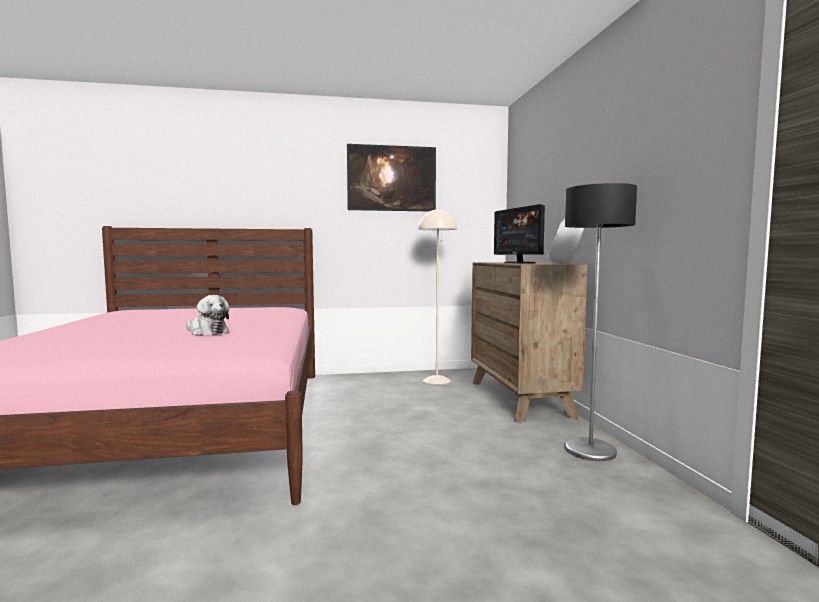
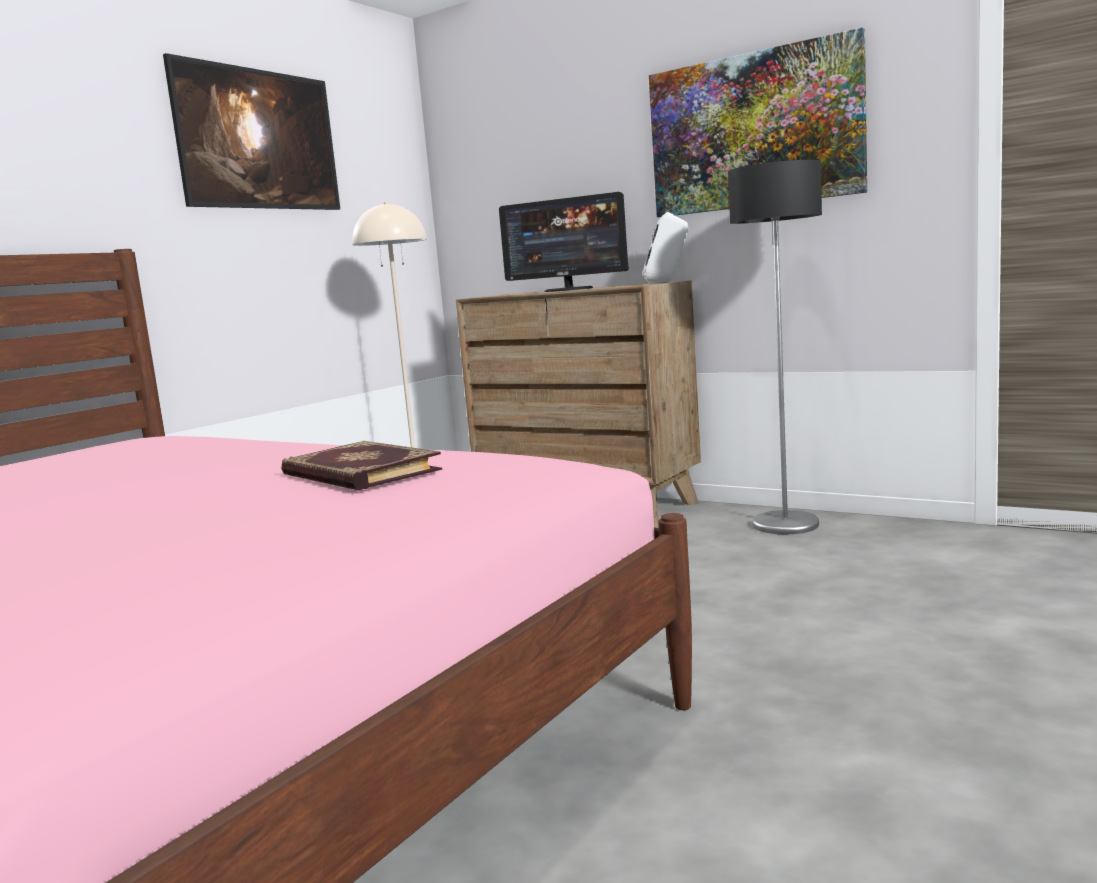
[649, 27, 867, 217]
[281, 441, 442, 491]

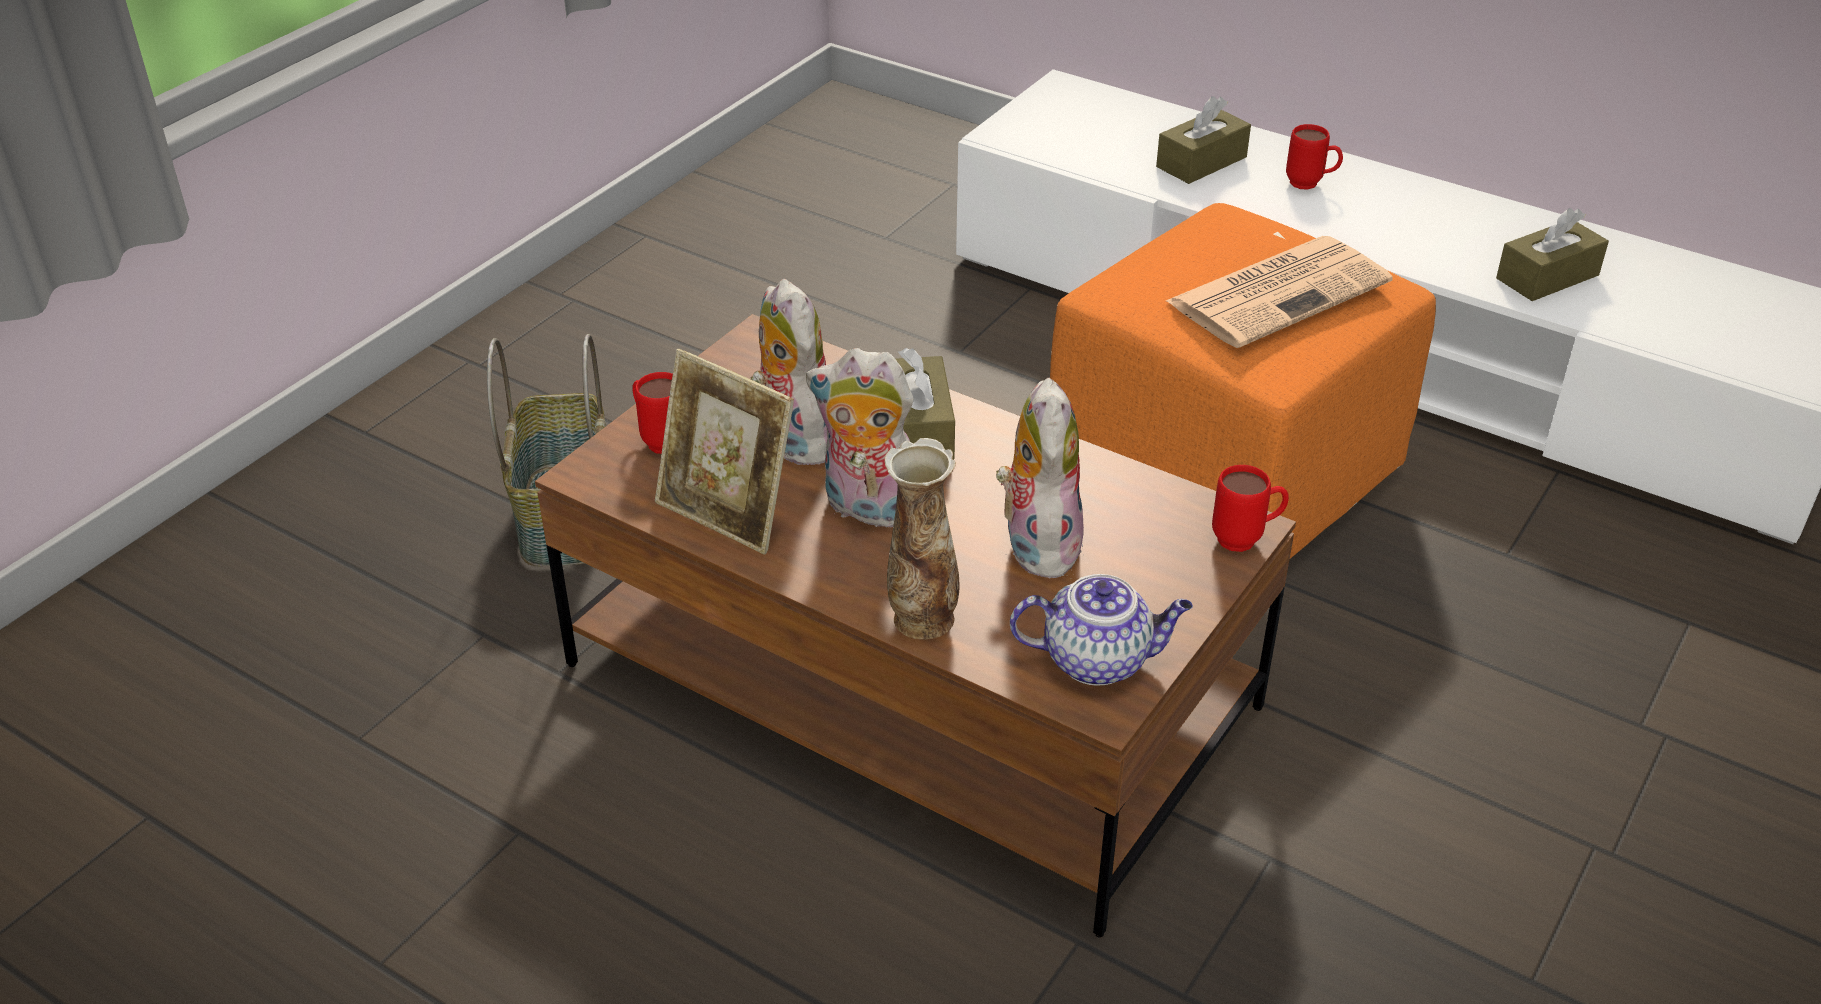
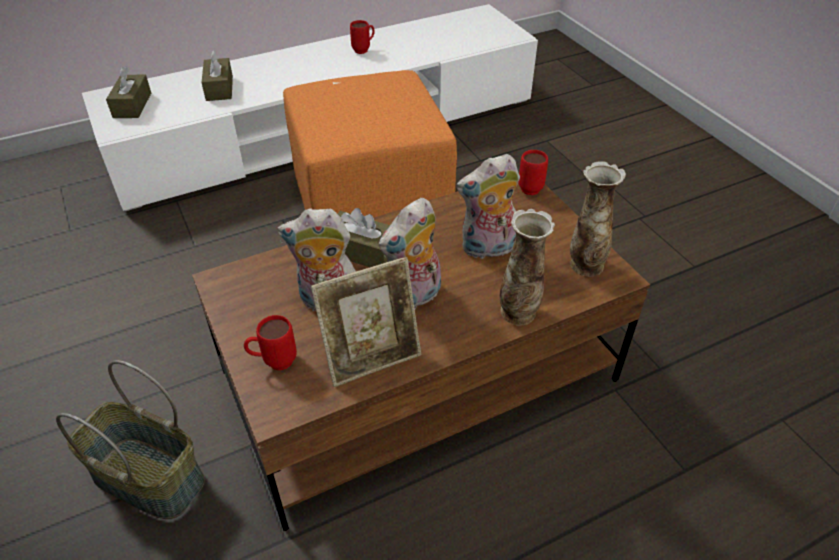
[1166, 236, 1393, 348] (first image)
[350, 20, 375, 54]
[106, 66, 151, 118]
[570, 161, 626, 277]
[456, 154, 520, 259]

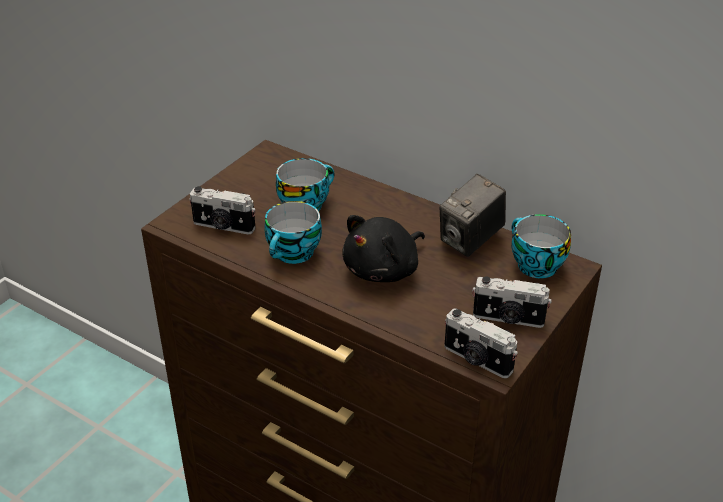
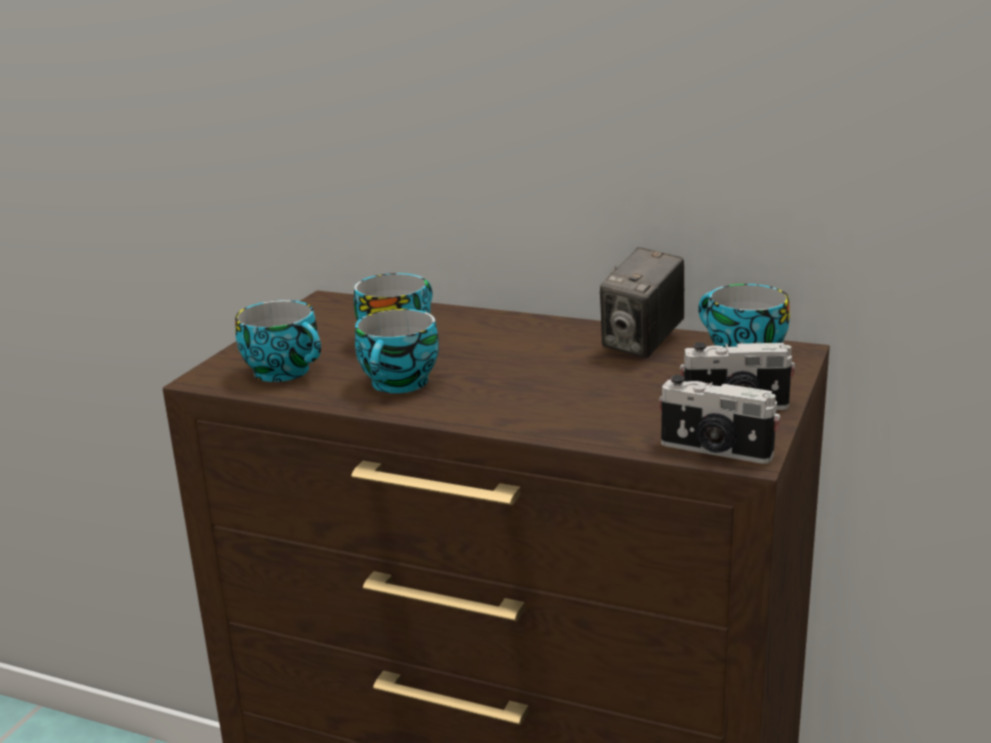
[342, 215, 425, 282] (first image)
[235, 300, 321, 382]

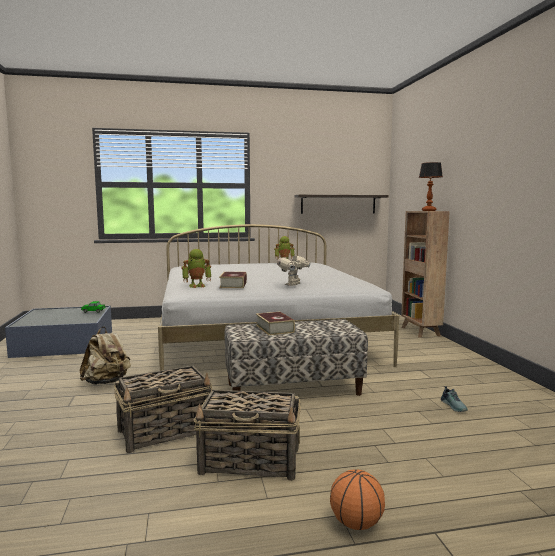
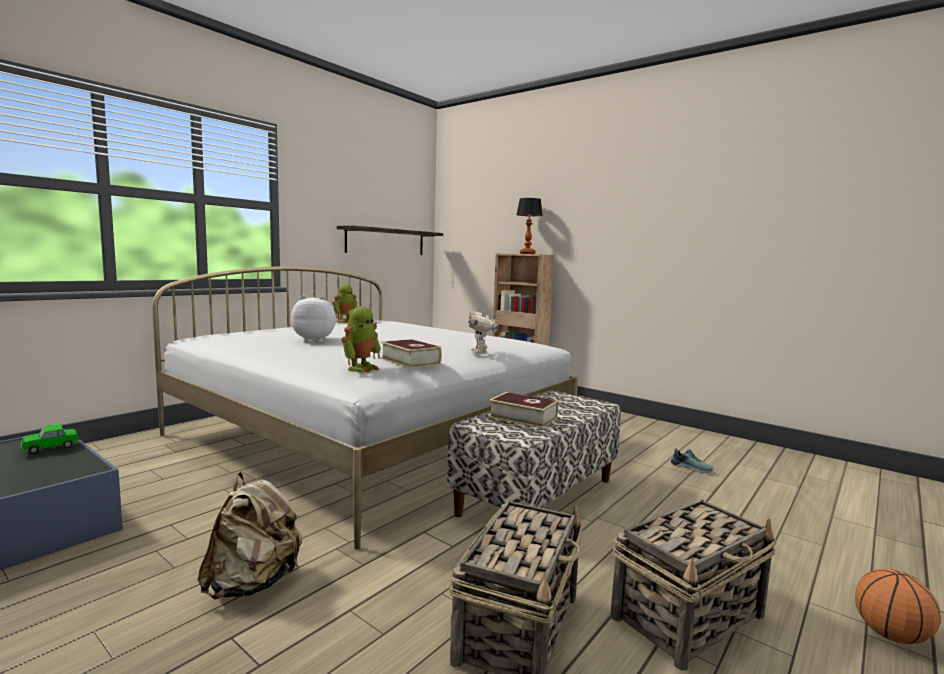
[291, 295, 336, 342]

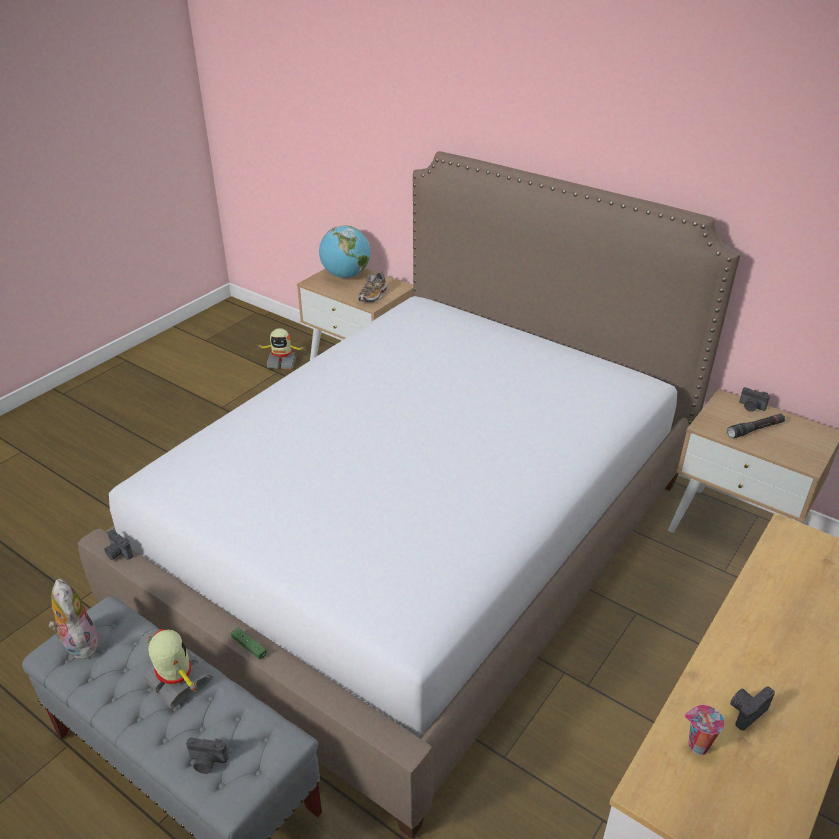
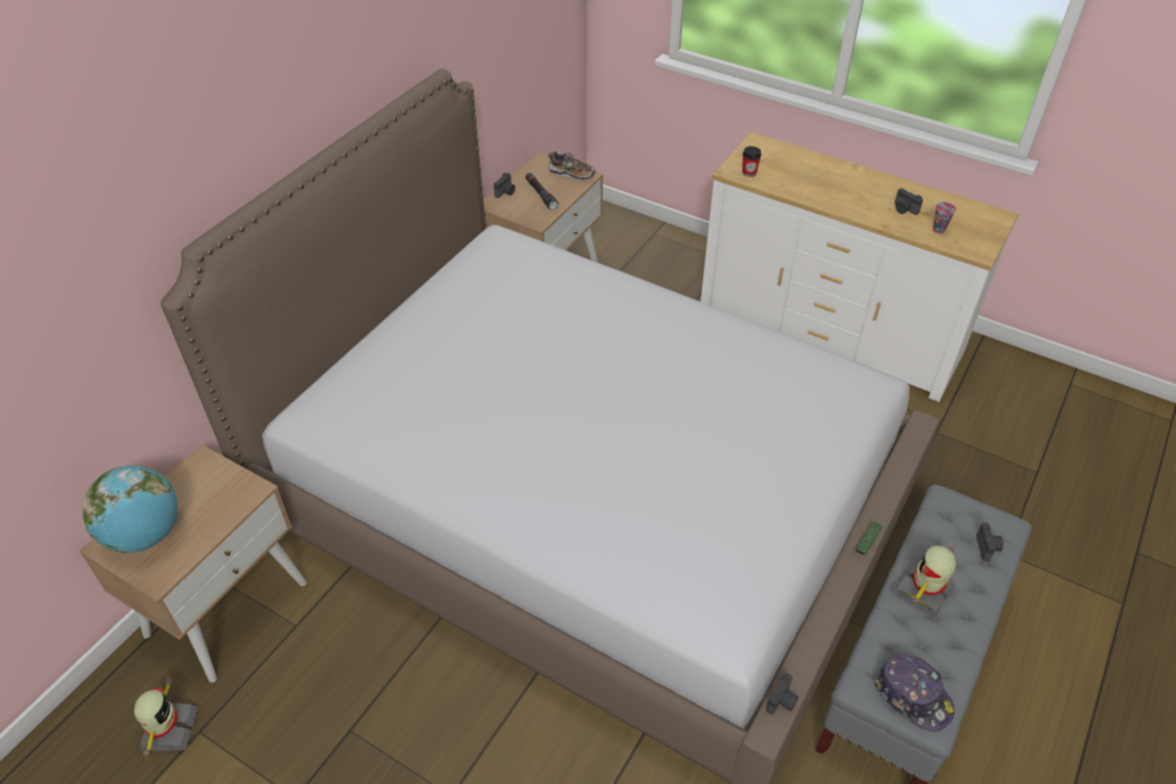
[742, 146, 761, 177]
[548, 151, 595, 180]
[874, 653, 955, 732]

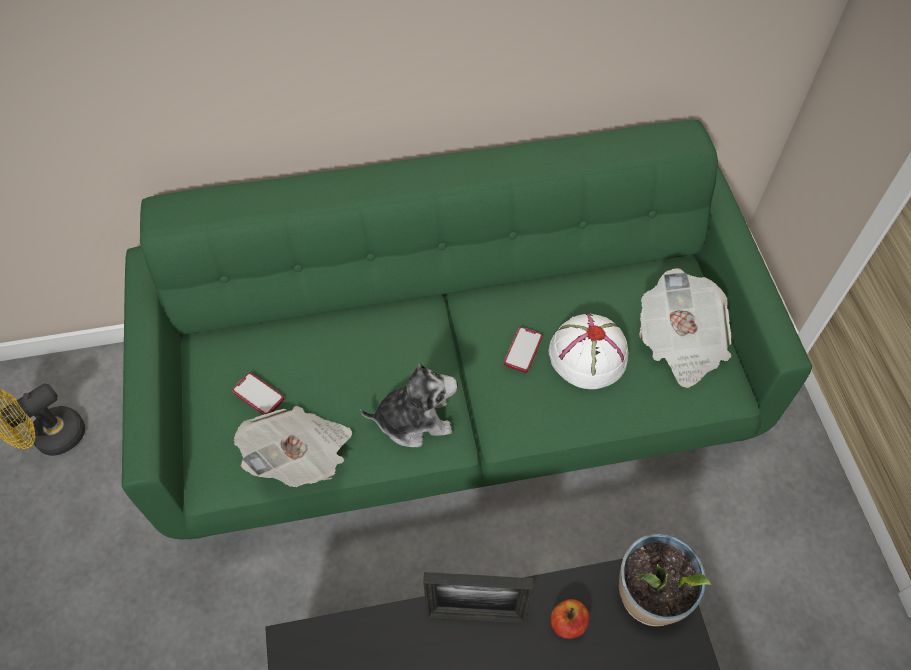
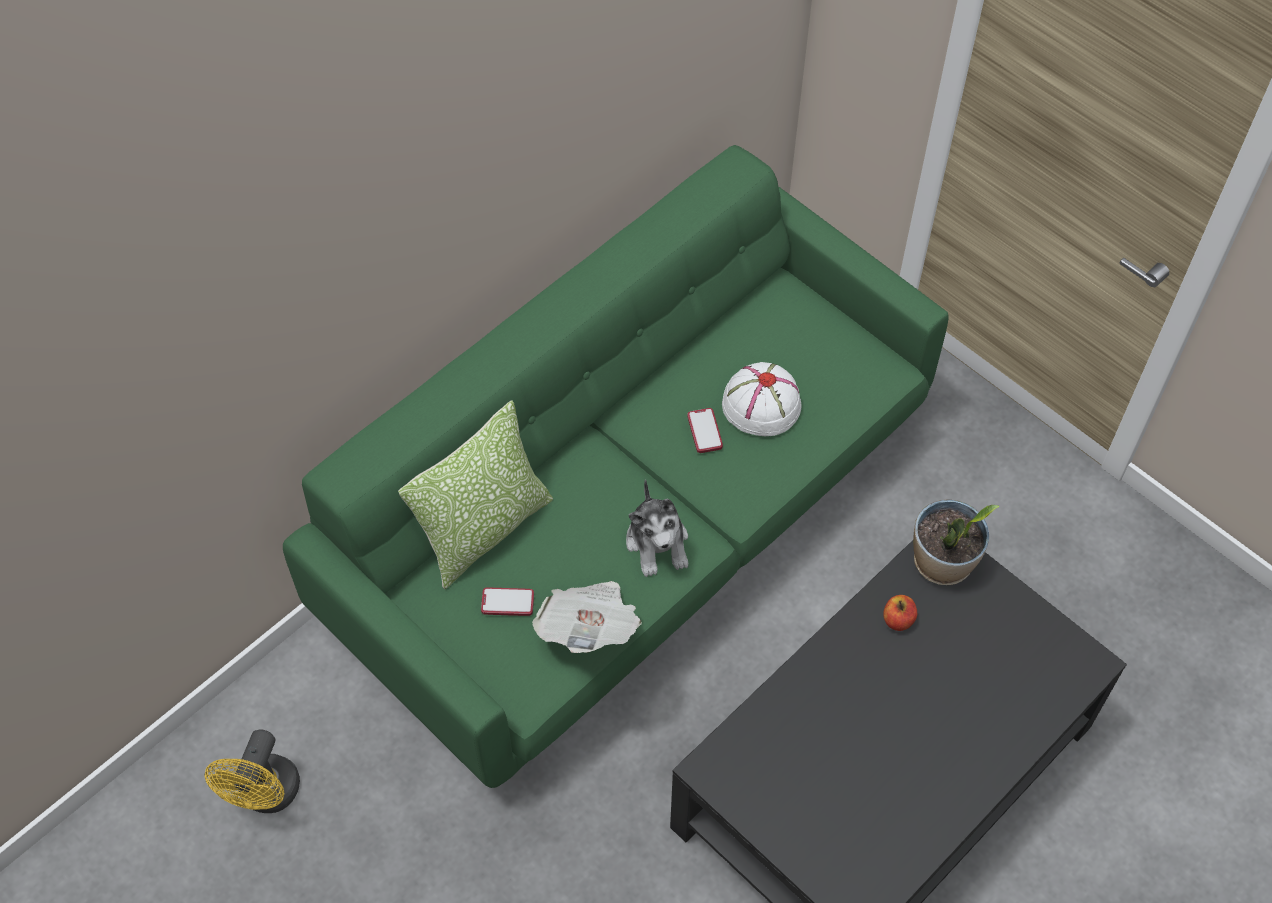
[423, 572, 533, 623] (first image)
[639, 268, 731, 388] (first image)
[398, 400, 553, 589]
[626, 479, 688, 577]

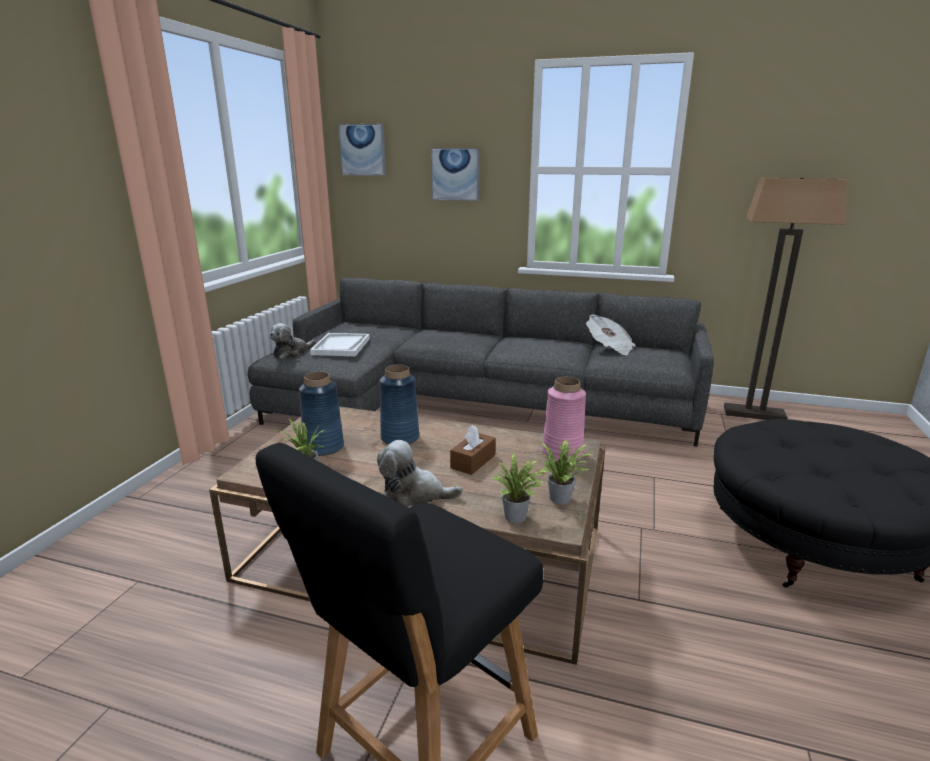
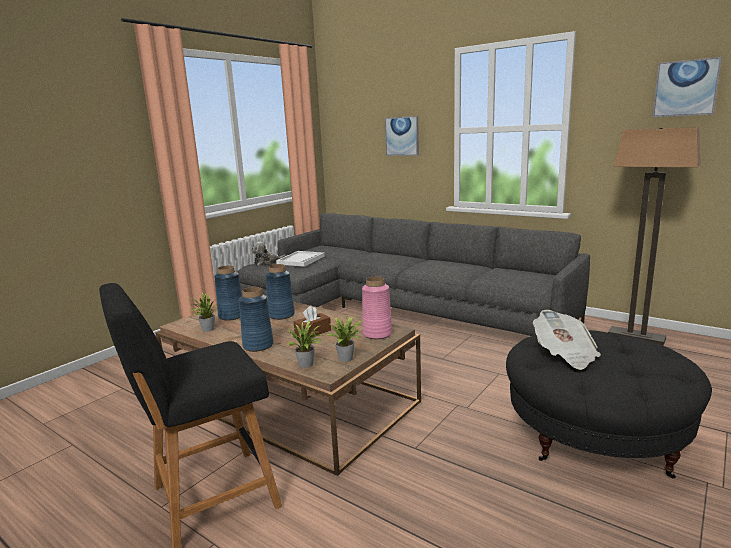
[653, 57, 722, 117]
[533, 310, 601, 370]
[239, 287, 274, 352]

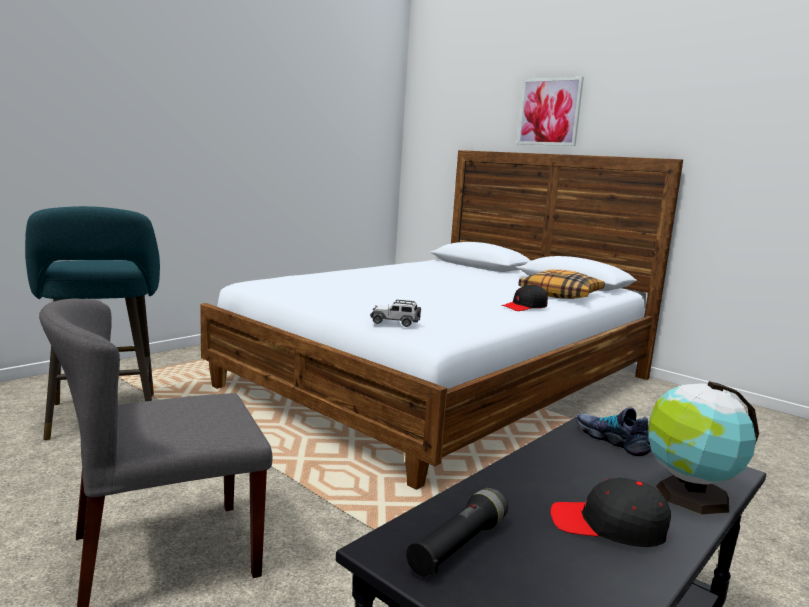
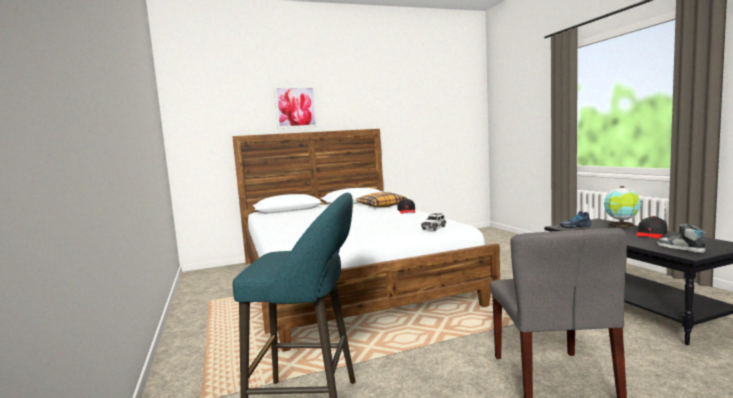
[657, 224, 706, 253]

